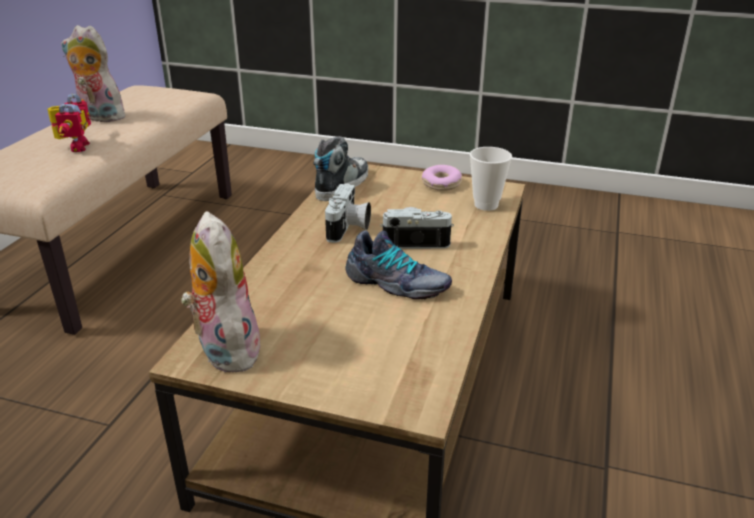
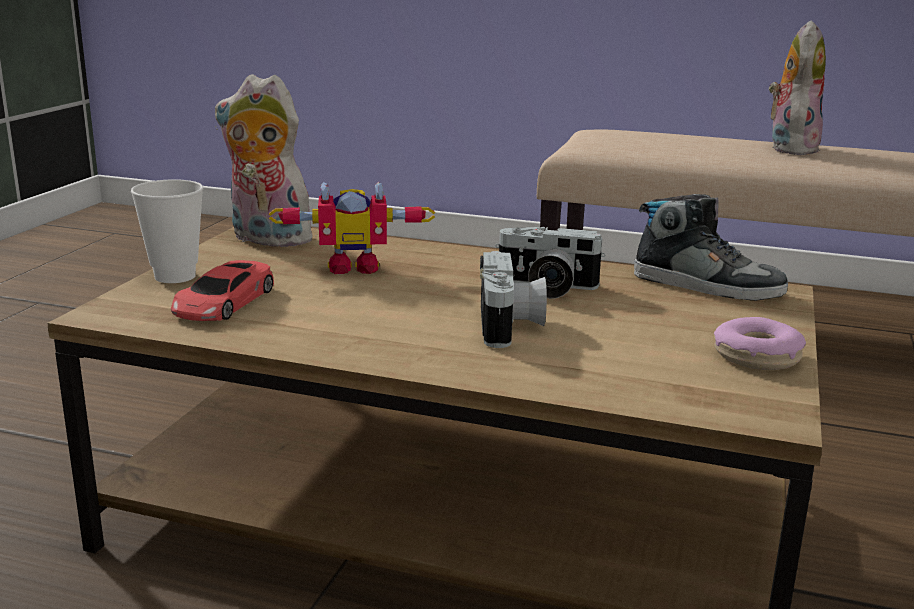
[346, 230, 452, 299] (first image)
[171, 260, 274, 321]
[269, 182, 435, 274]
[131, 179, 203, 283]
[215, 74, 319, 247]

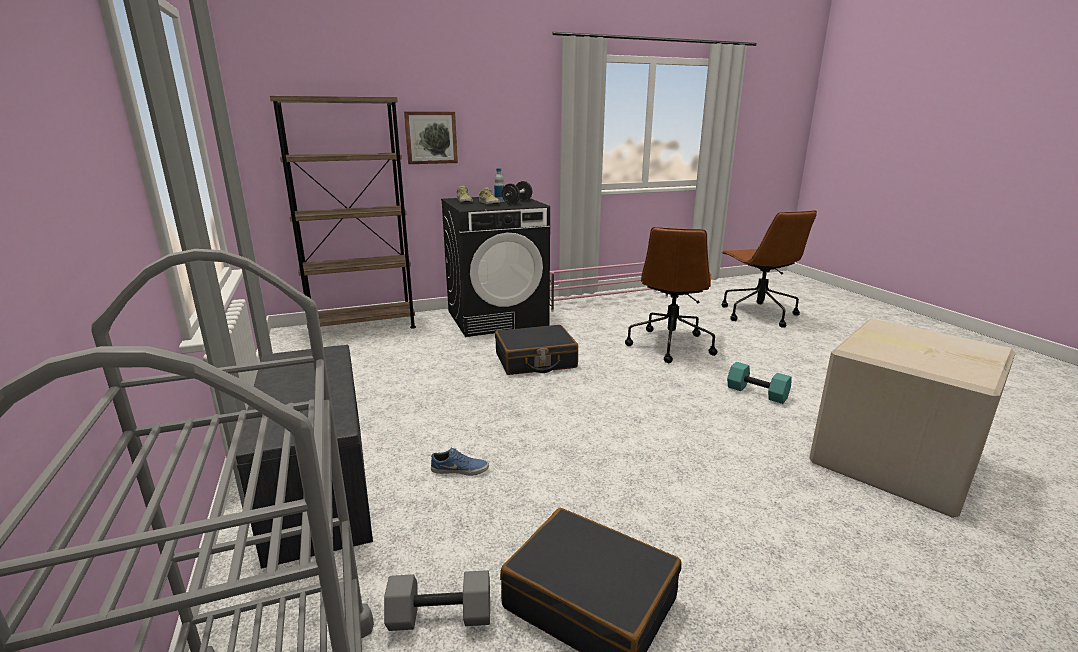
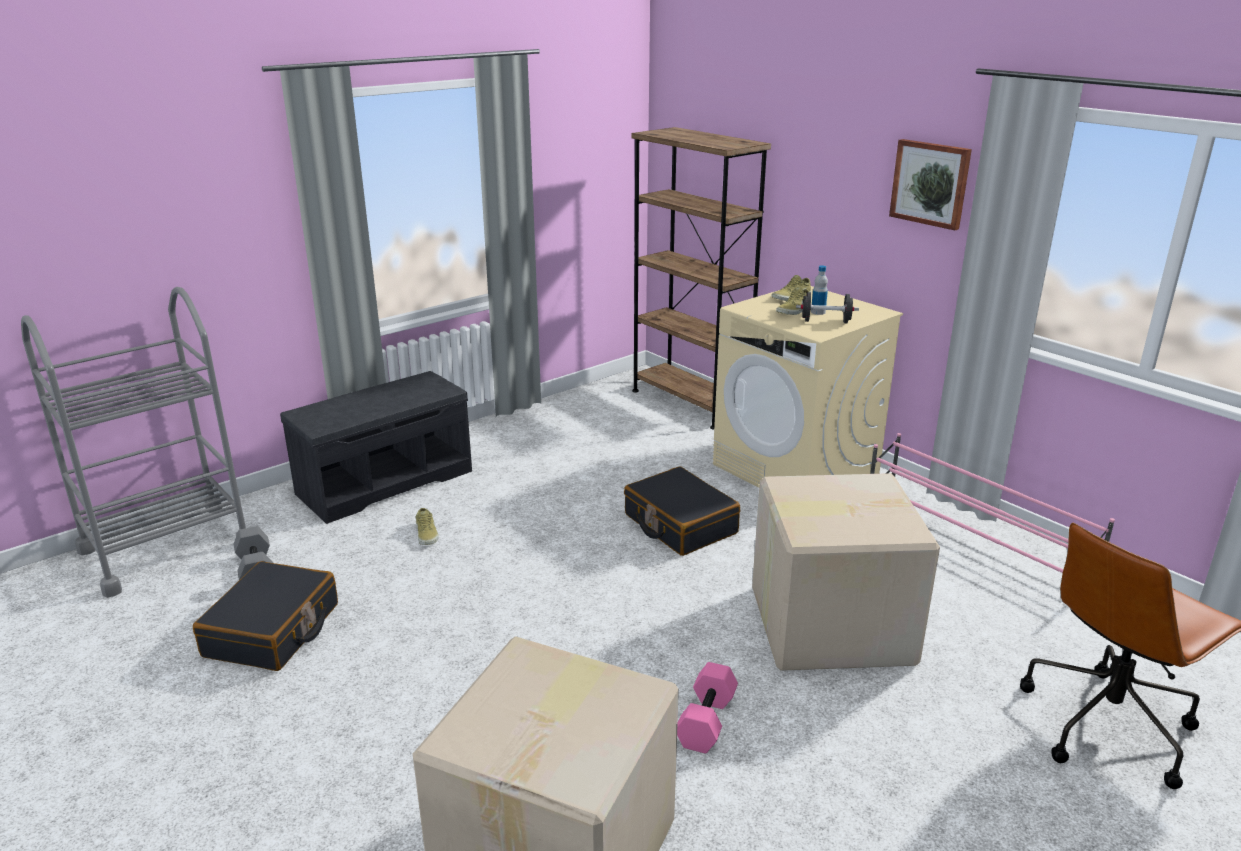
[889, 139, 972, 230]
[752, 473, 940, 671]
[415, 508, 438, 545]
[713, 286, 903, 487]
[677, 662, 738, 753]

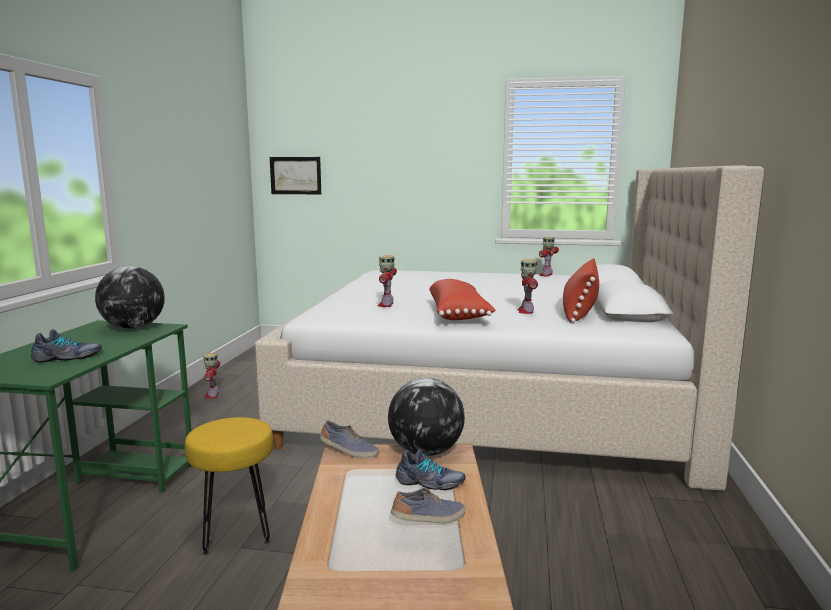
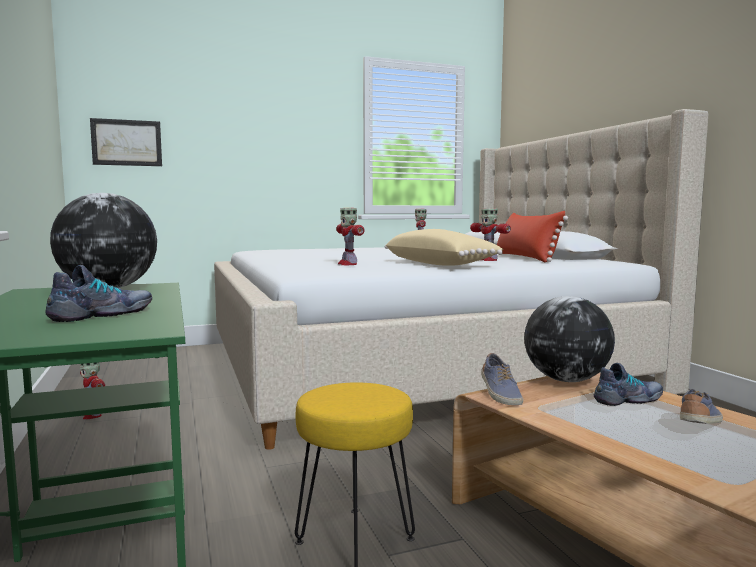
[385, 229, 504, 266]
[481, 353, 523, 405]

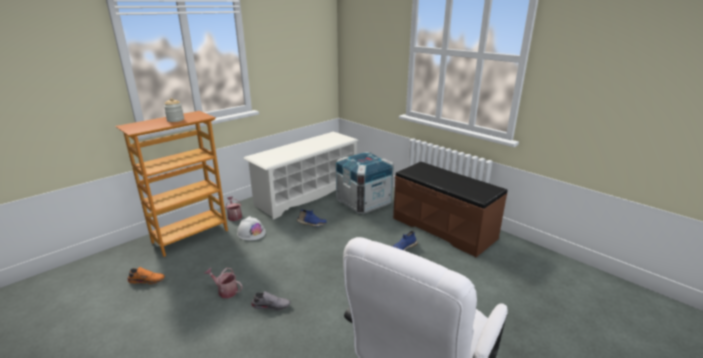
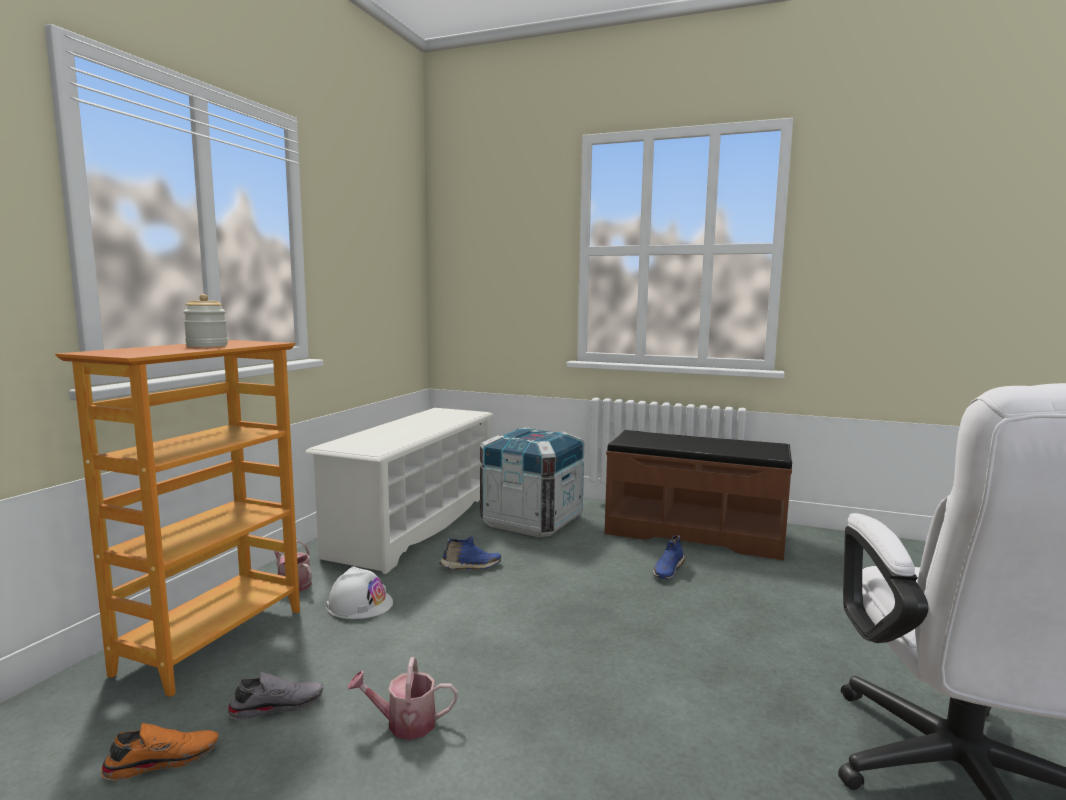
[227, 672, 324, 720]

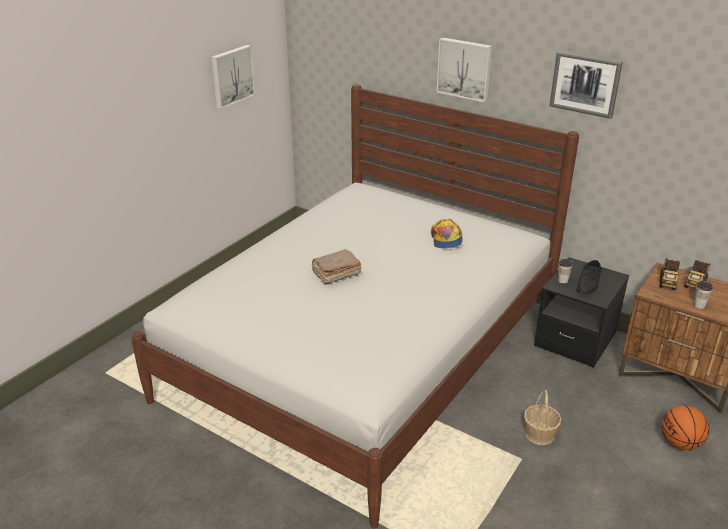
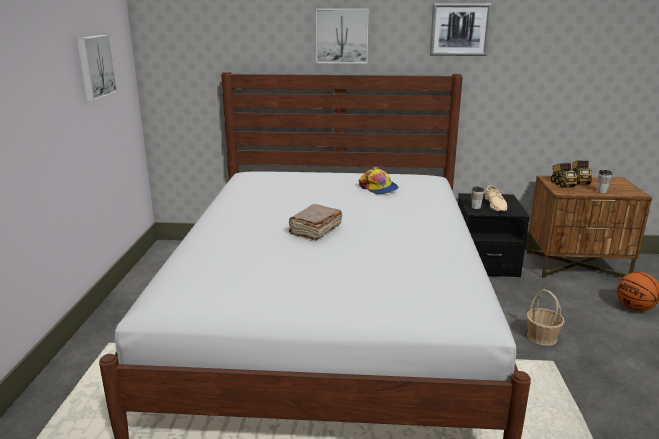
[485, 185, 507, 211]

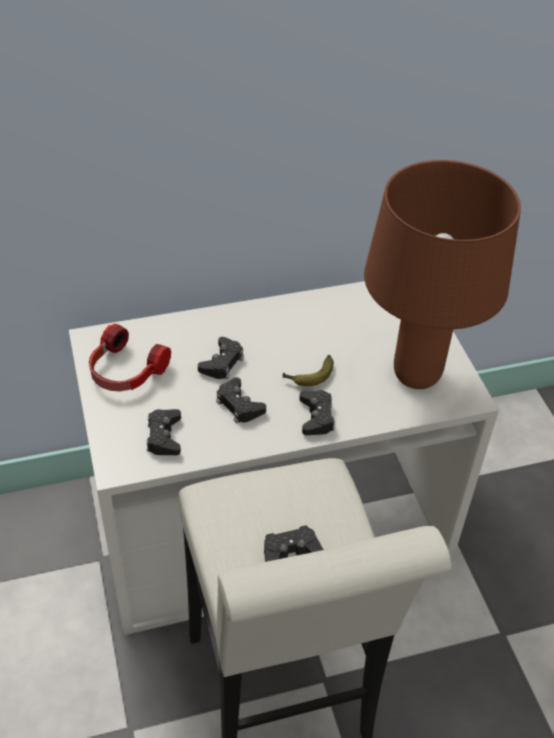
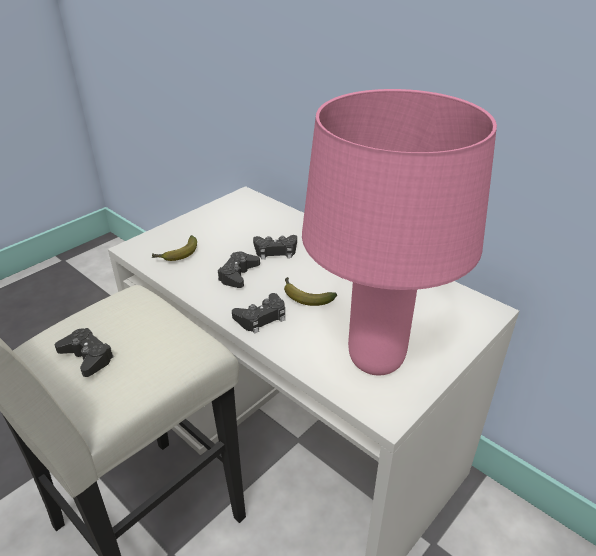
[89, 324, 171, 391] (first image)
[152, 235, 197, 261]
[302, 89, 497, 375]

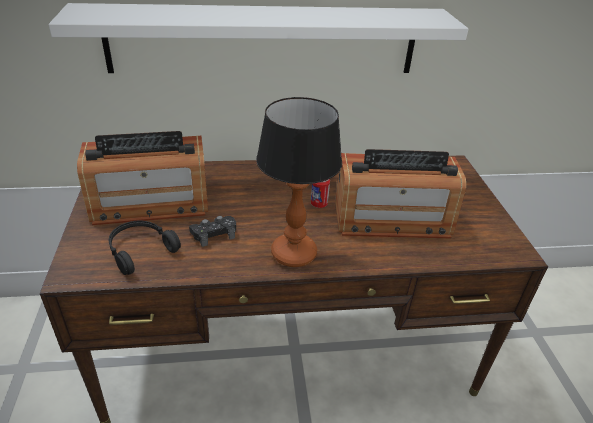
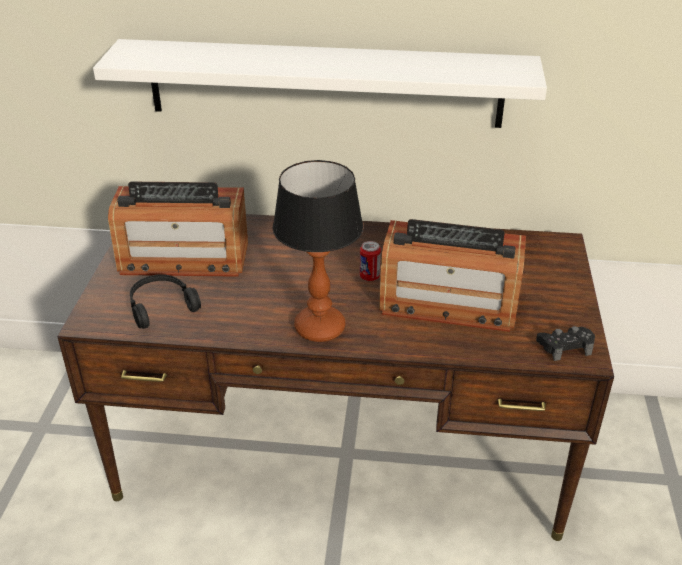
[536, 326, 595, 361]

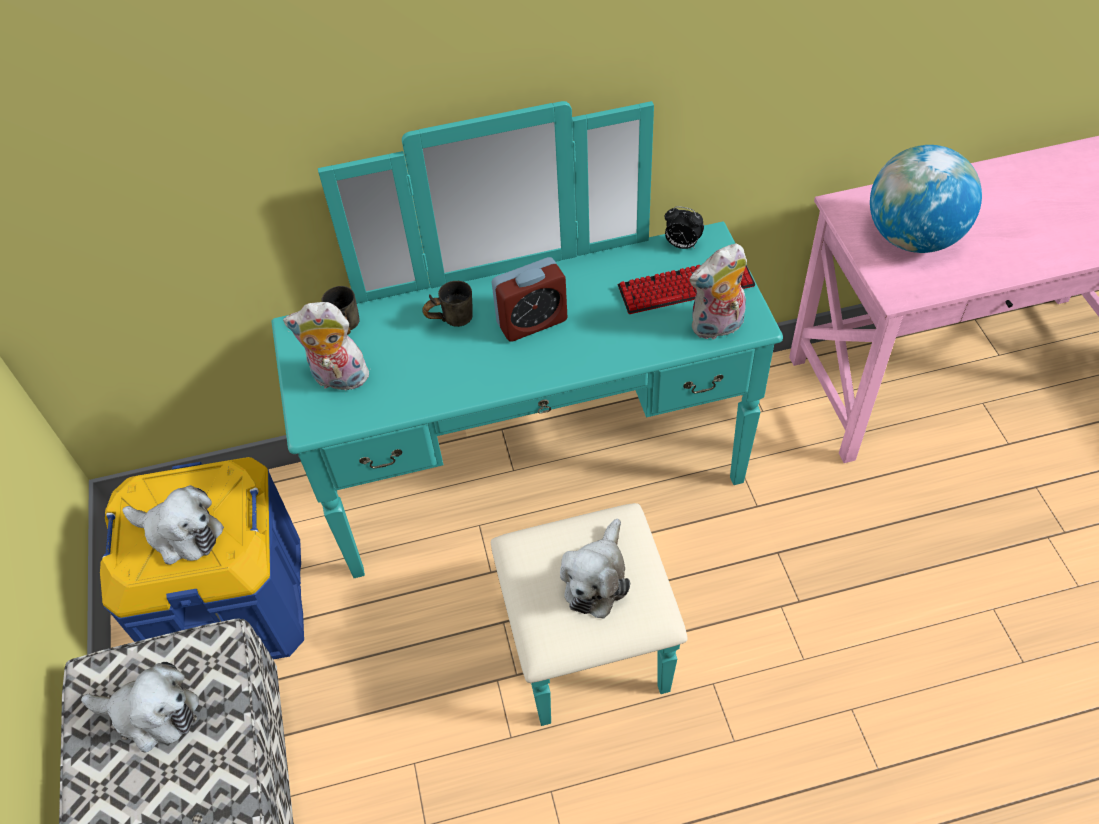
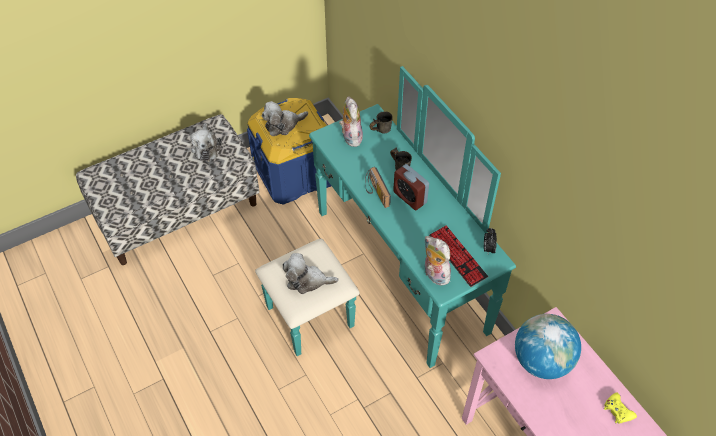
[365, 167, 391, 208]
[604, 392, 637, 423]
[262, 101, 308, 136]

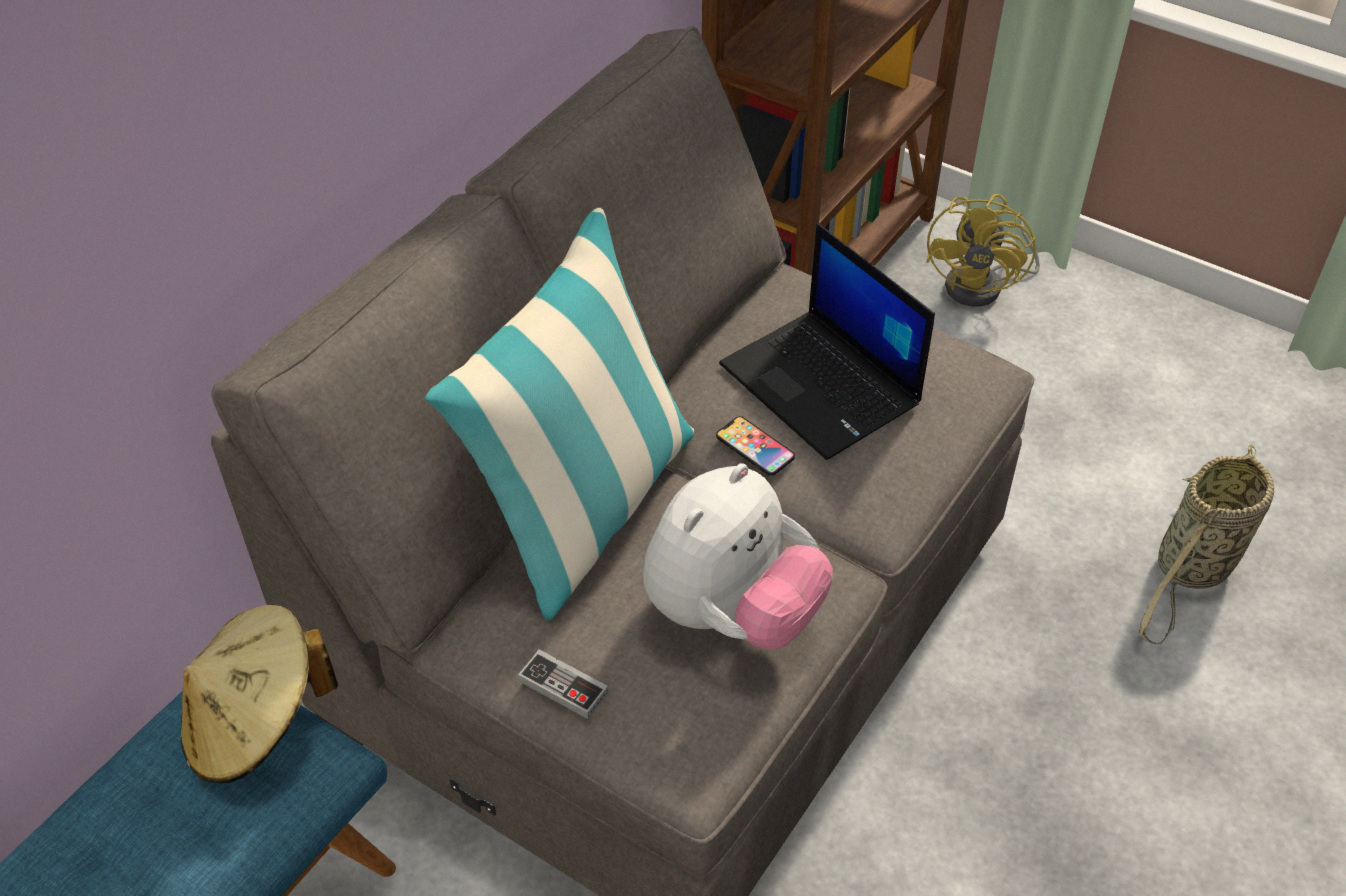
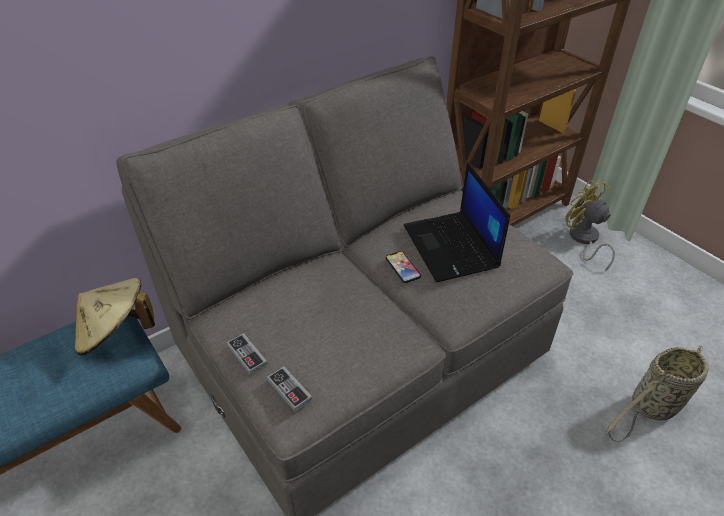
[424, 208, 694, 620] (first image)
[643, 463, 833, 650] (first image)
[267, 366, 312, 412]
[565, 180, 615, 271]

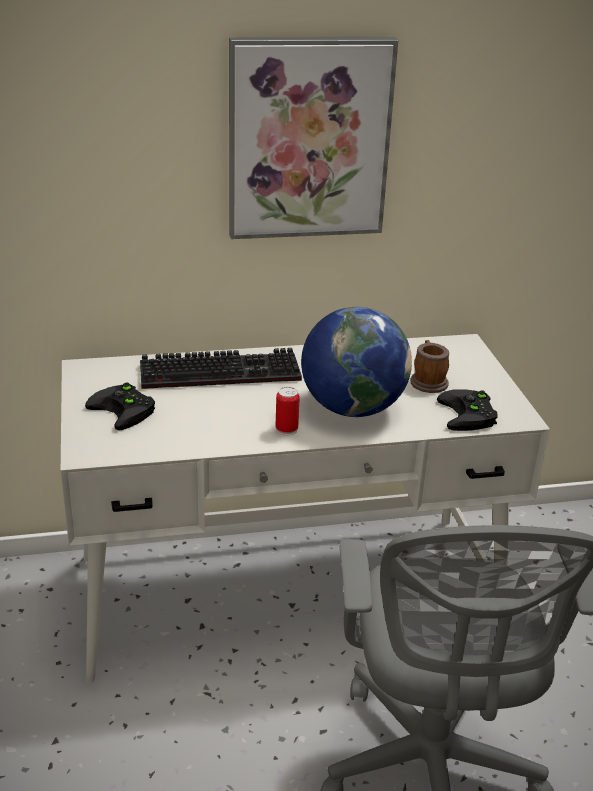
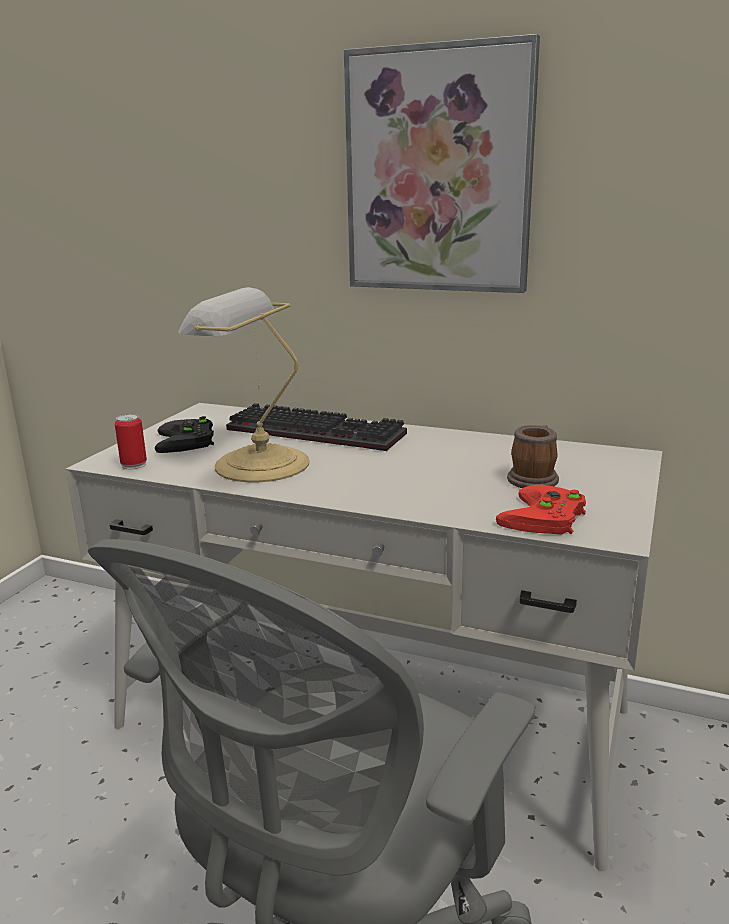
[301, 307, 412, 417] (first image)
[178, 287, 310, 482]
[115, 414, 147, 469]
[496, 485, 586, 535]

